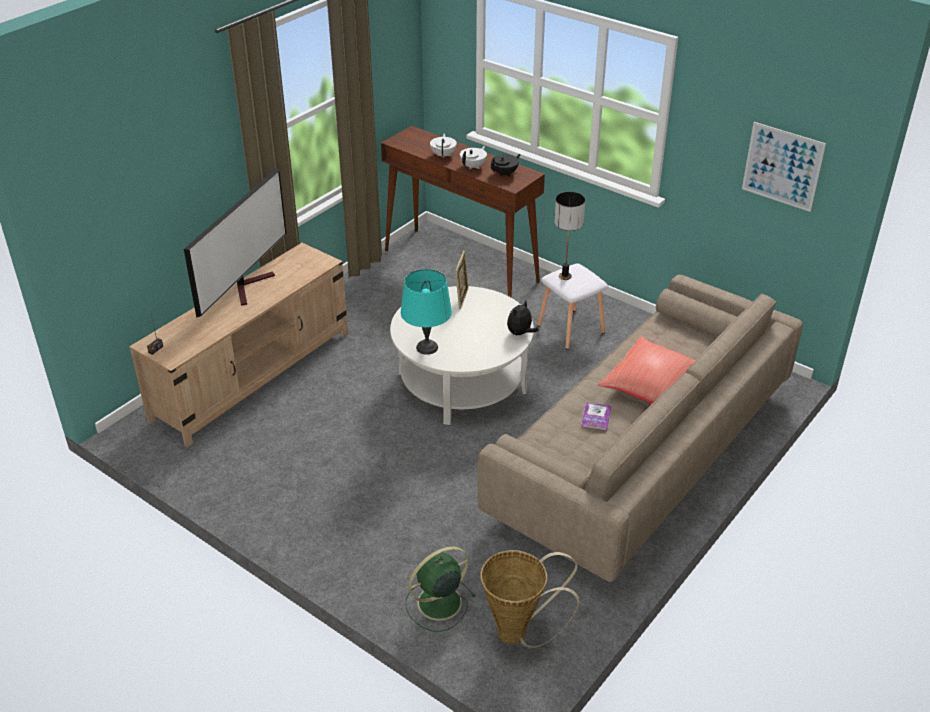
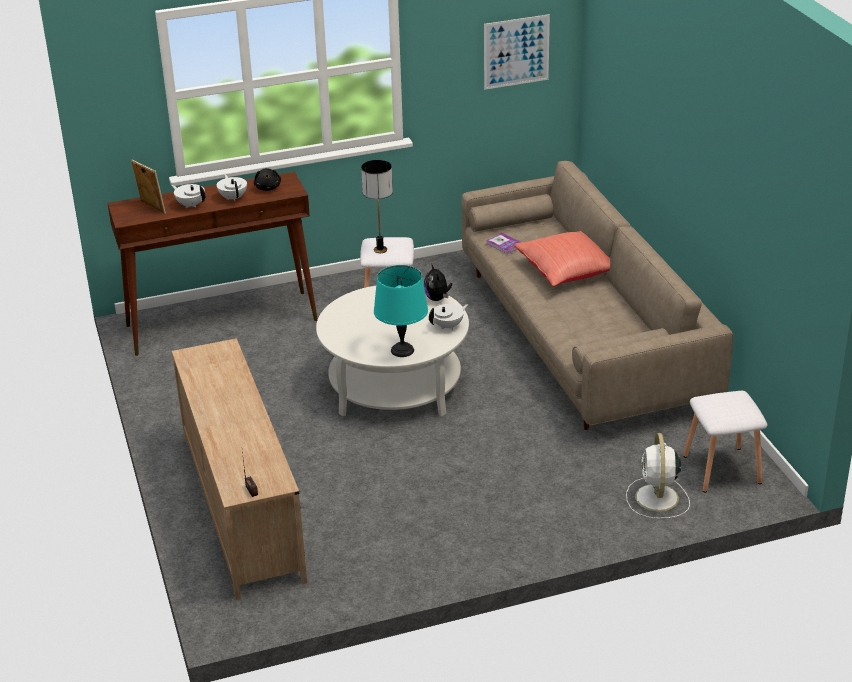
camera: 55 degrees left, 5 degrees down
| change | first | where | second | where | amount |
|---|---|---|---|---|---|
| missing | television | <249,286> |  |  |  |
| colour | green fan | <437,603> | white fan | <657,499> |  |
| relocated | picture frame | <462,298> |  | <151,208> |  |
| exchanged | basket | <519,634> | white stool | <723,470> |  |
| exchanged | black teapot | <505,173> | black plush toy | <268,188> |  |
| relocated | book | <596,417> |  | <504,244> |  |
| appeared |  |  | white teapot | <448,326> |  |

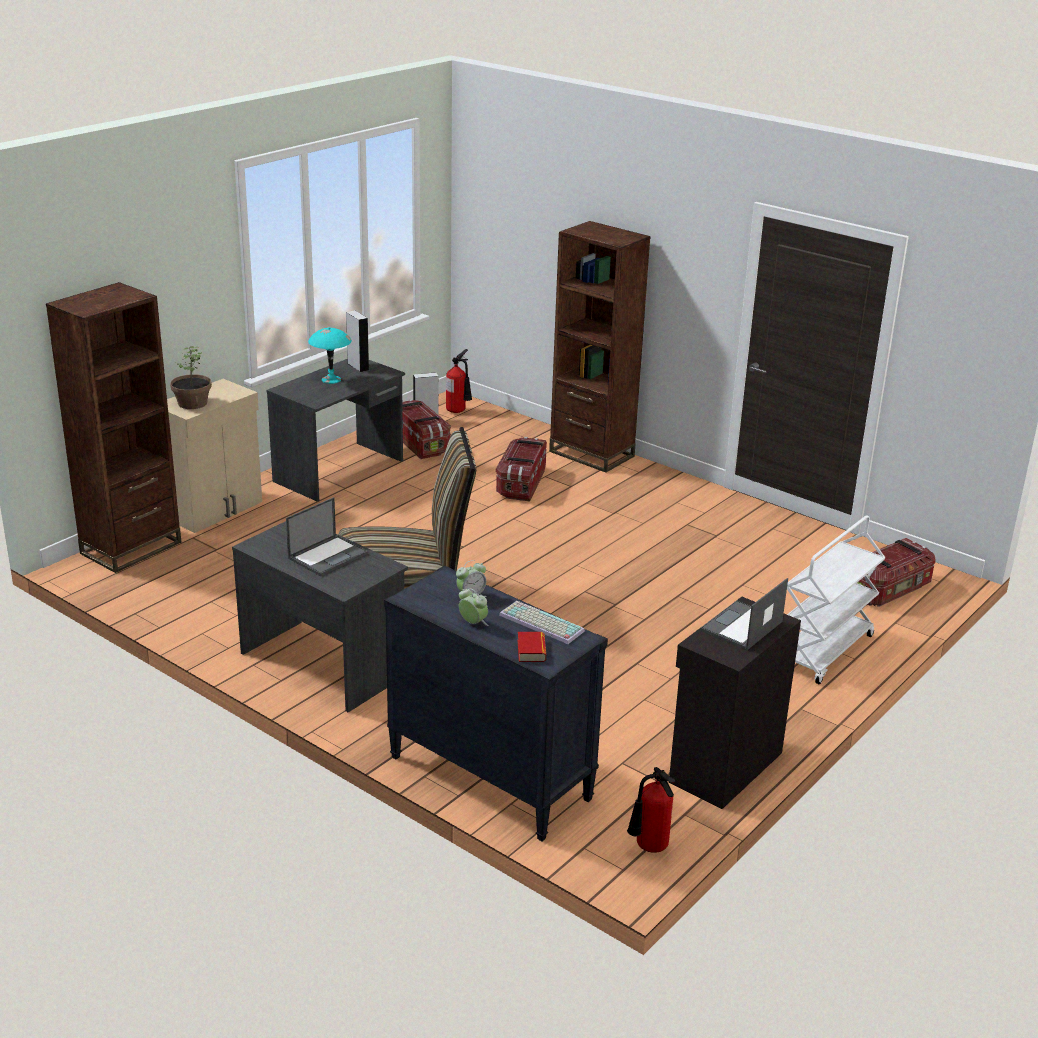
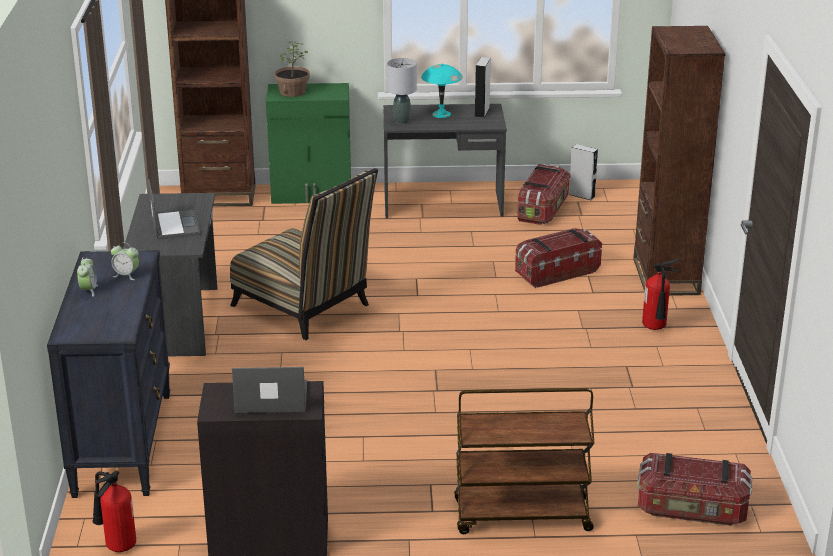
camera: 50 degrees right, 0 degrees up
| change | first | where | second | where | amount |
|---|---|---|---|---|---|
| colour | beige cabinet | <215,510> | green cabinet | <312,194> |  |
| spun | laptop | <328,555> |  | <175,225> | 105 degrees counterclockwise |
| relocated | fire extinguisher | <459,411> |  | <656,328> |  |
| missing | keyboard | <539,623> |  |  |  |
| missing | book | <531,651> |  |  |  |
| colour | white cart | <824,652> | brown cart | <521,516> |  |
| appeared |  |  | grey table lamp | <401,121> |  |

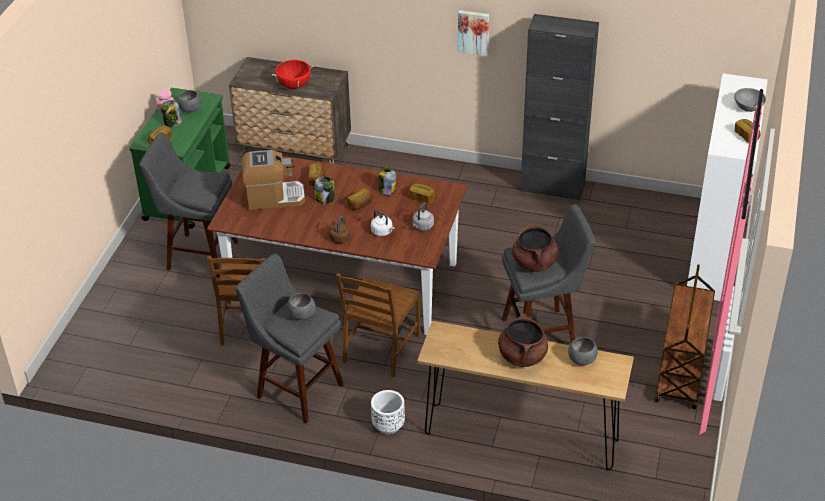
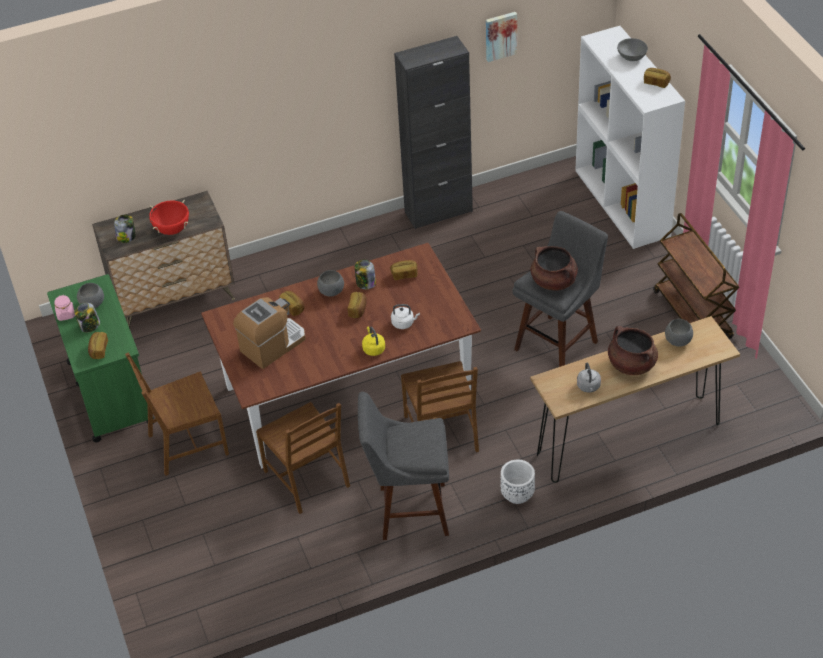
camera: 35 degrees left, 5 degrees up
| change | first | where | second | where | amount |
|---|---|---|---|---|---|
| exchanged | grey stool | <198,255> | brown chair | <187,444> |  |
| relocated | grey bowl | <301,315> |  | <331,291> |  |
| relocated | jar | <325,198> |  | <126,237> |  |
| colour | brown kettle | <340,237> | yellow kettle | <373,348> |  |
| relocated | grey kettle | <422,227> |  | <588,387> |  |
| relocated | picture | <473,32> |  | <500,35> |  |

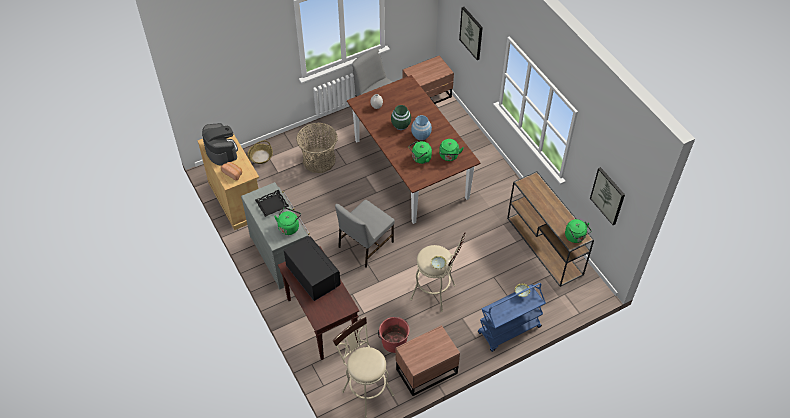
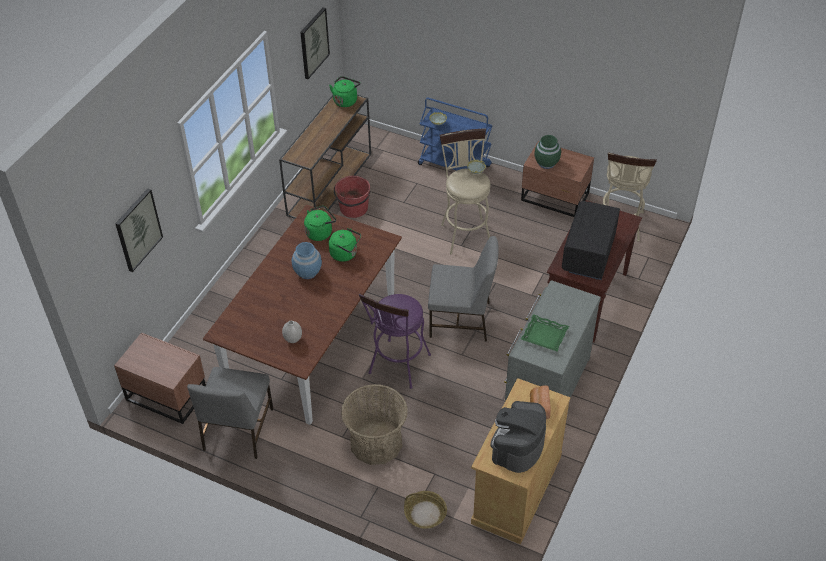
camera: 125 degrees left, 5 degrees down
| change | first | where | second | where | amount |
|---|---|---|---|---|---|
| colour | black tray | <272,205> | green tray | <544,336> |  |
| missing | green kettle | <289,227> |  |  |  |
| relocated | red bucket | <393,342> |  | <353,209> |  |
| relocated | green vase | <401,125> |  | <546,163> |  |
| appeared |  |  | purple stool | <397,368> |  |

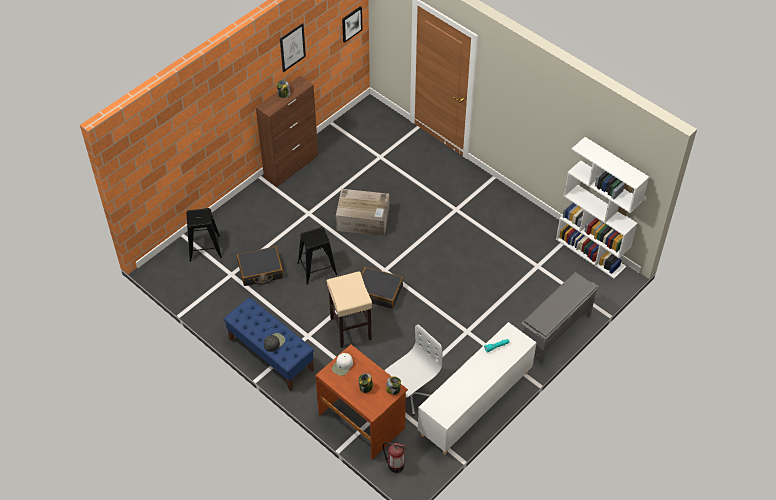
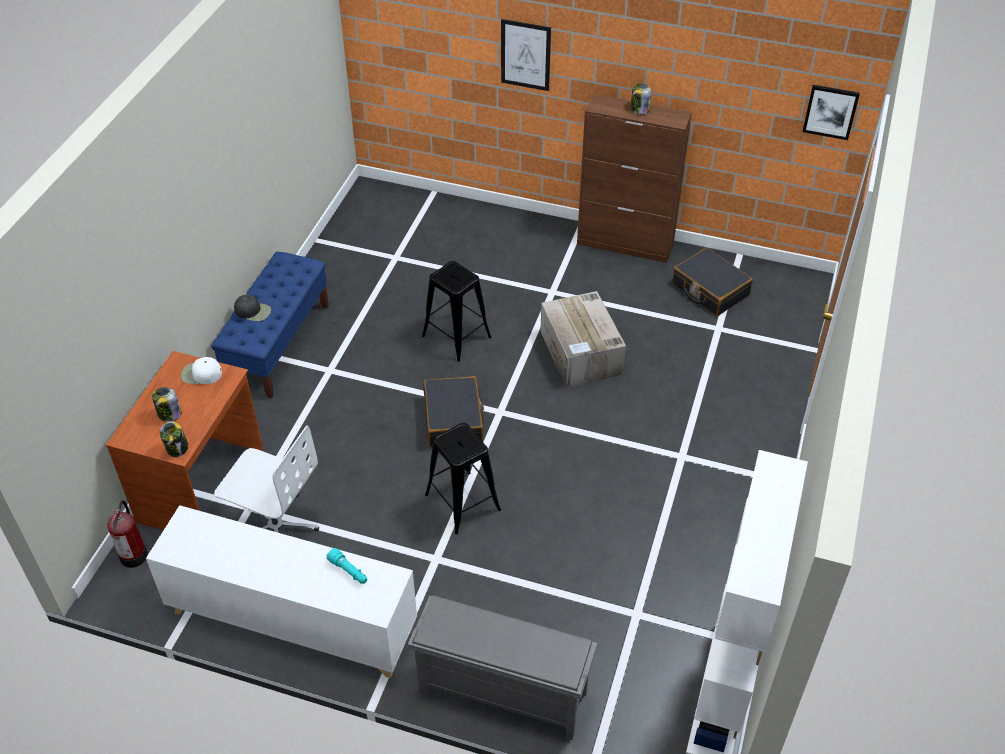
camera: 65 degrees right, 5 degrees down
| change | first | where | second | where | amount |
|---|---|---|---|---|---|
| relocated | black stool | <205,248> |  | <462,502> |  |
| relocated | black suitcase | <260,271> |  | <710,290> |  |
| relocated | picture | <292,47> |  | <525,55> |  |
| missing | beige stool | <350,328> |  |  |  |

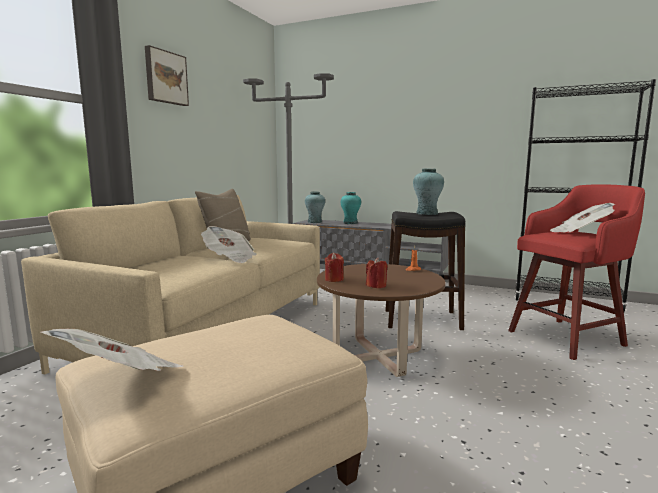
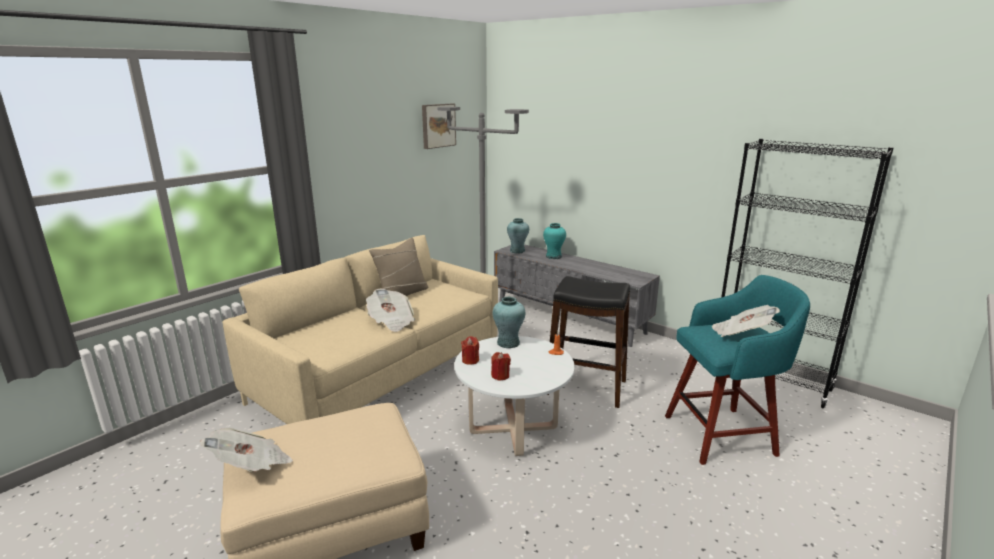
camera: 15 degrees right, 10 degrees up
| change | first | where | second | where | amount |
|---|---|---|---|---|---|
| relocated | picture | <165,77> |  | <437,125> |  |
| colour | brown coffee table | <378,356> | white coffee table | <513,429> |  |
| relocated | turquoise vase | <426,213> |  | <508,343> |  |
| colour | red stool | <568,338> | turquoise stool | <722,435> |  |

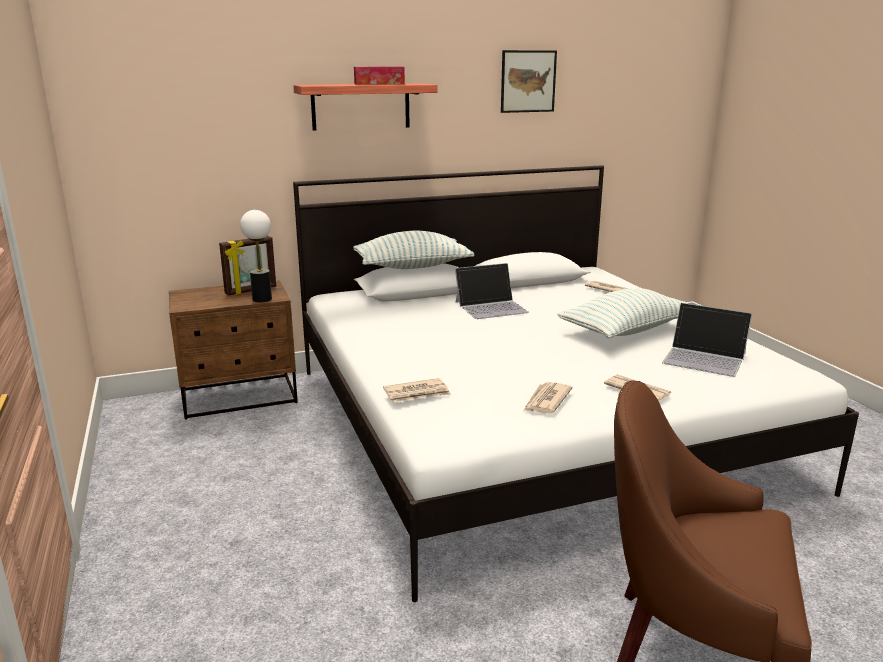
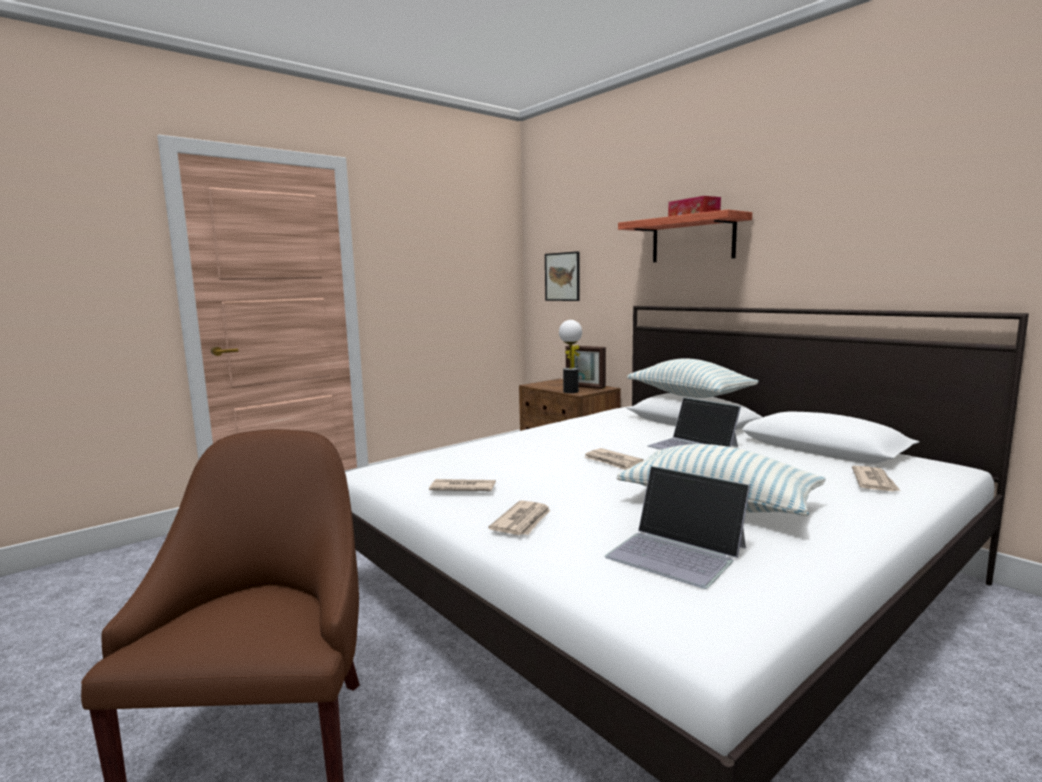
camera: 70 degrees right, 10 degrees down
| change | first | where | second | where | amount |
|---|---|---|---|---|---|
| relocated | newspaper | <417,393> |  | <613,462> |  |
| relocated | picture | <528,81> |  | <562,276> |  |
| spun | laptop | <705,358> |  | <677,552> | 60 degrees counterclockwise |

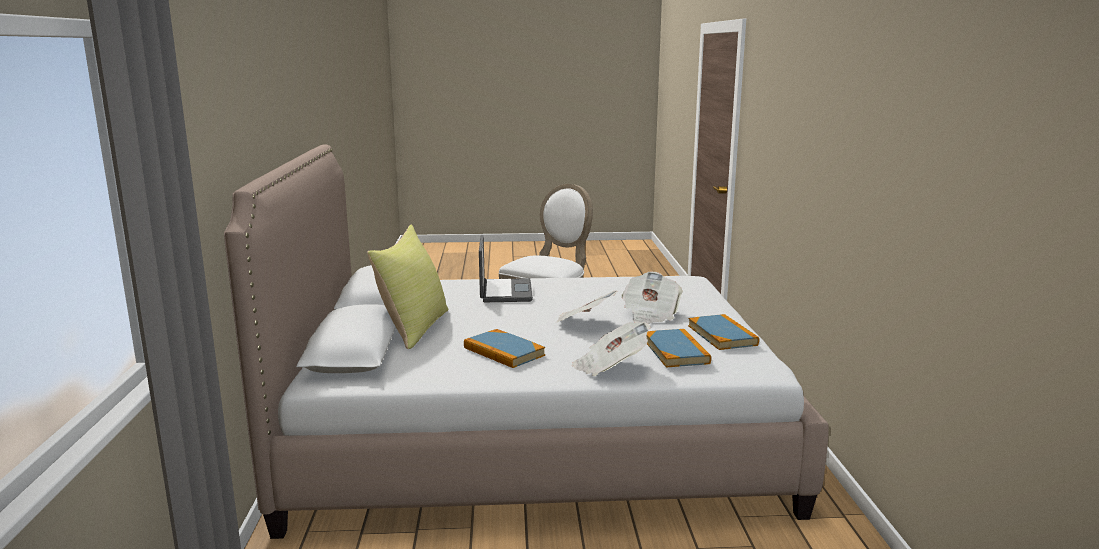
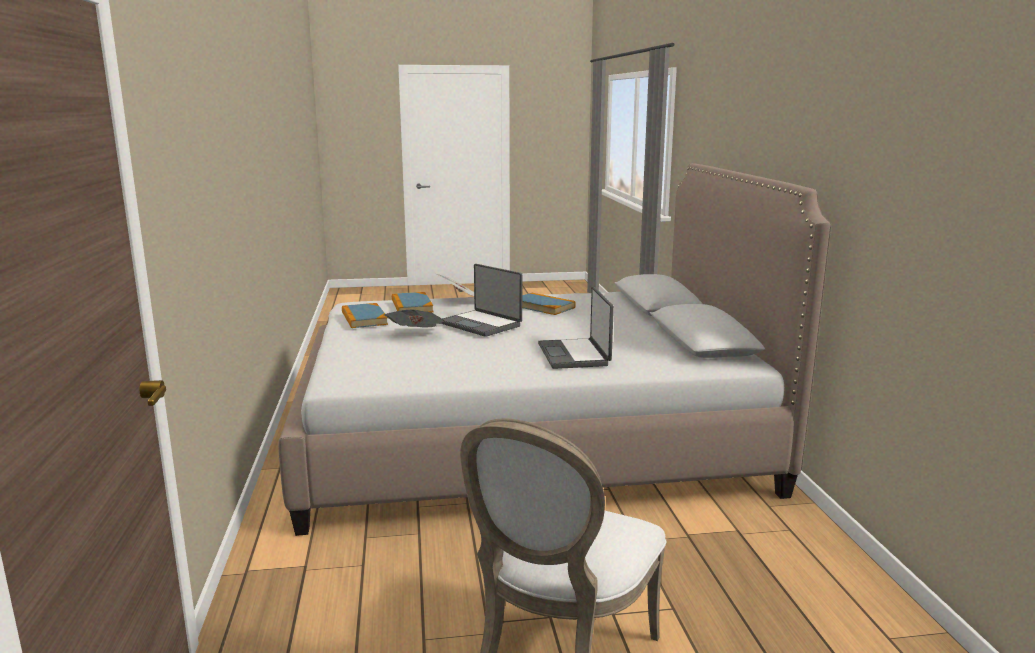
camera: 175 degrees right, 0 degrees up
| change | first | where | second | where | amount |
|---|---|---|---|---|---|
| missing | yellow pillow | <414,328> |  |  |  |
| exchanged | newspaper | <584,323> | laptop | <481,324> |  |

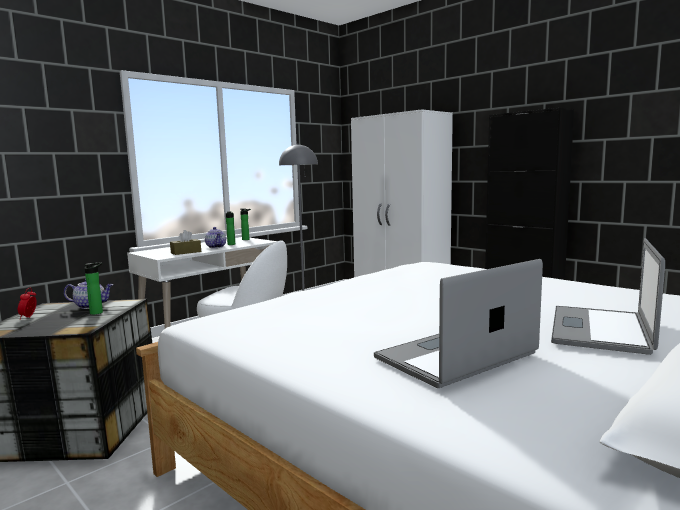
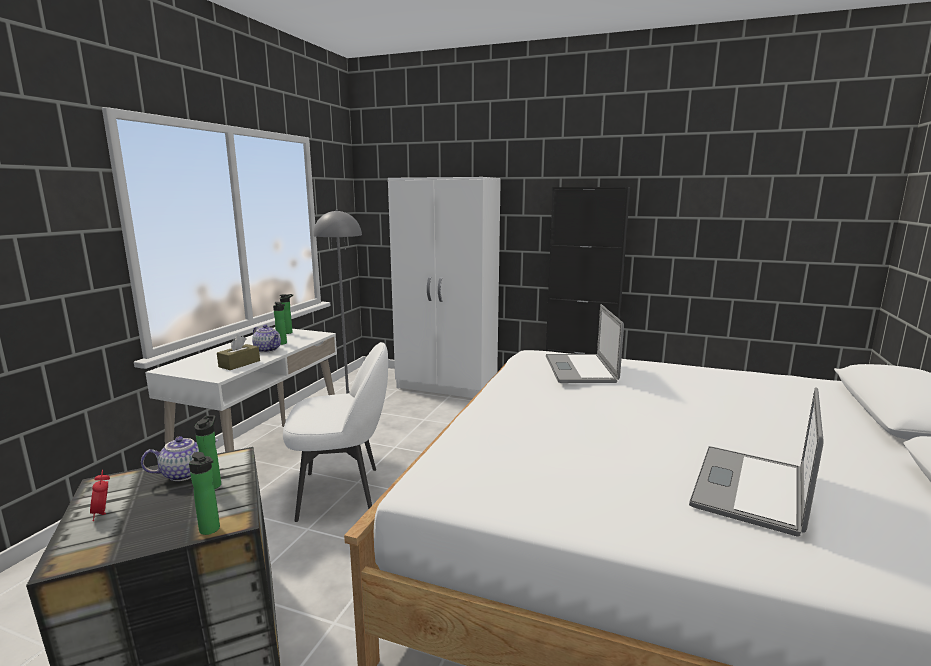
camera: 25 degrees left, 5 degrees up
| change | first | where | second | where | amount |
|---|---|---|---|---|---|
| relocated | laptop | <599,329> |  | <580,369> |  |
| appeared |  |  | bottle | <211,530> |  |

